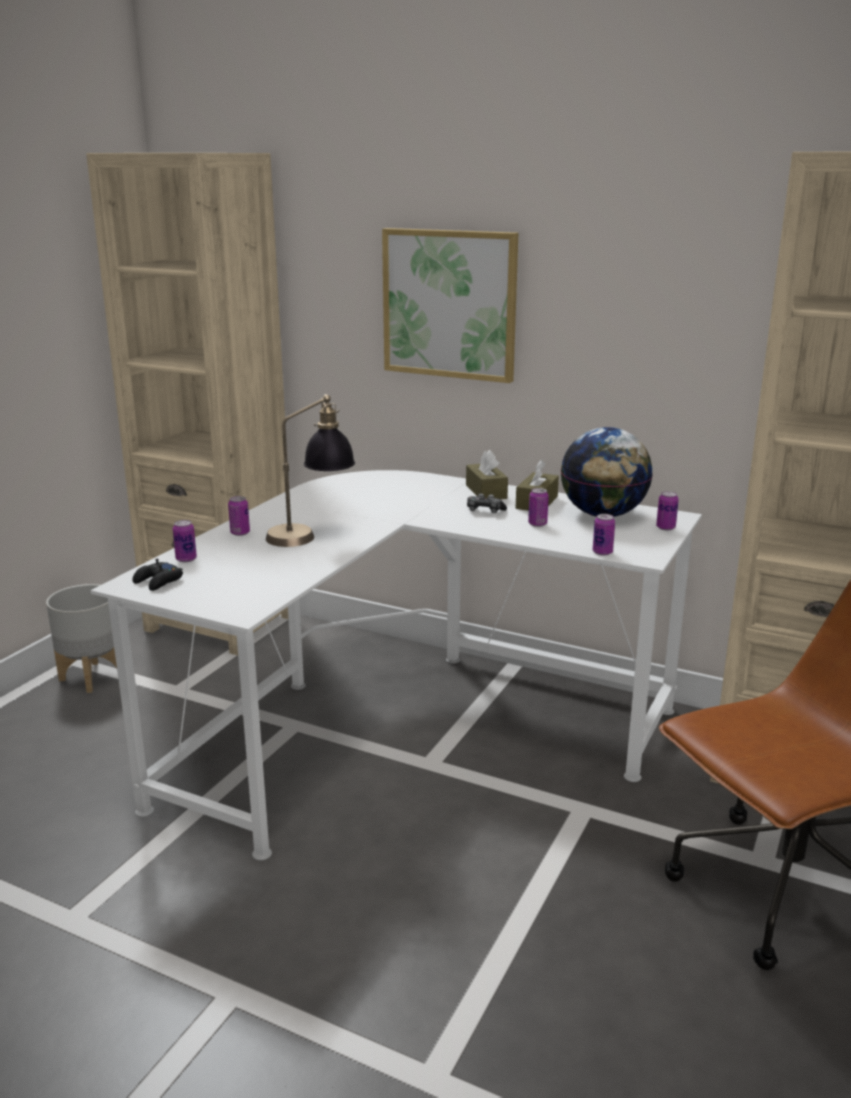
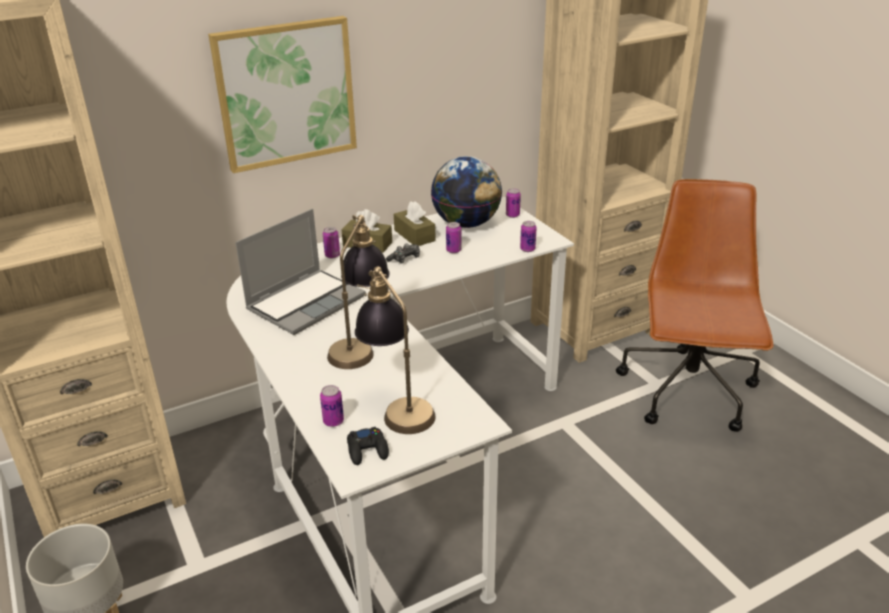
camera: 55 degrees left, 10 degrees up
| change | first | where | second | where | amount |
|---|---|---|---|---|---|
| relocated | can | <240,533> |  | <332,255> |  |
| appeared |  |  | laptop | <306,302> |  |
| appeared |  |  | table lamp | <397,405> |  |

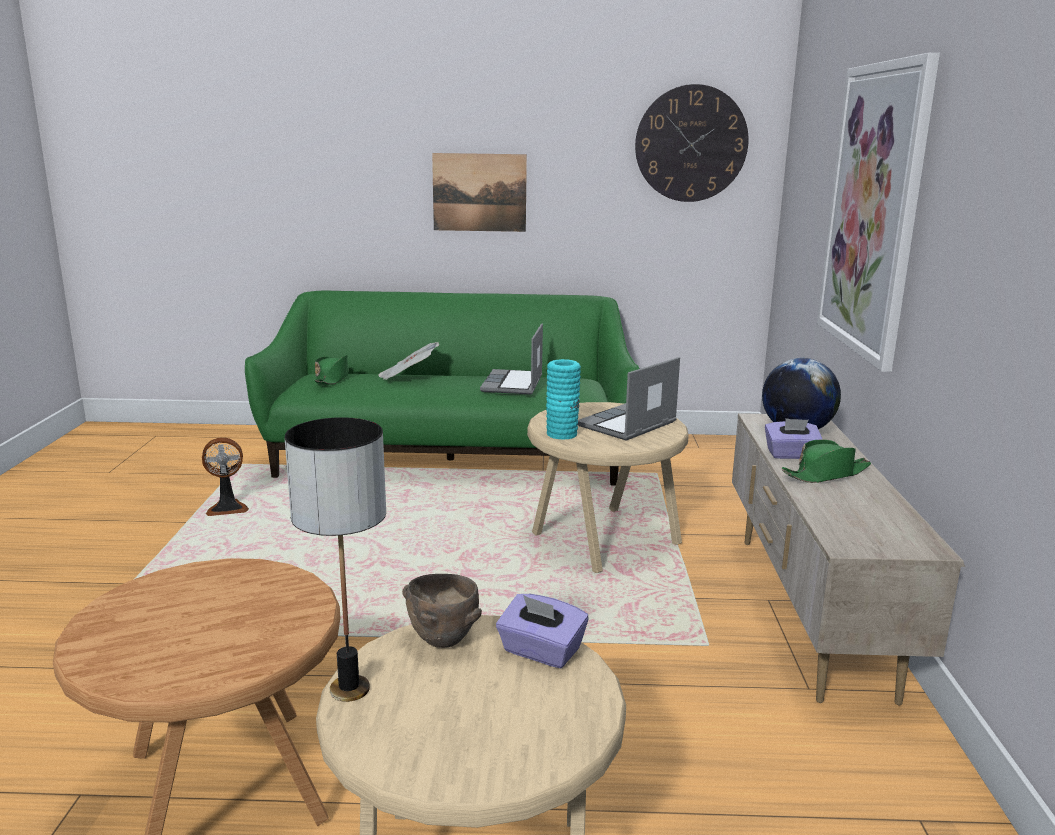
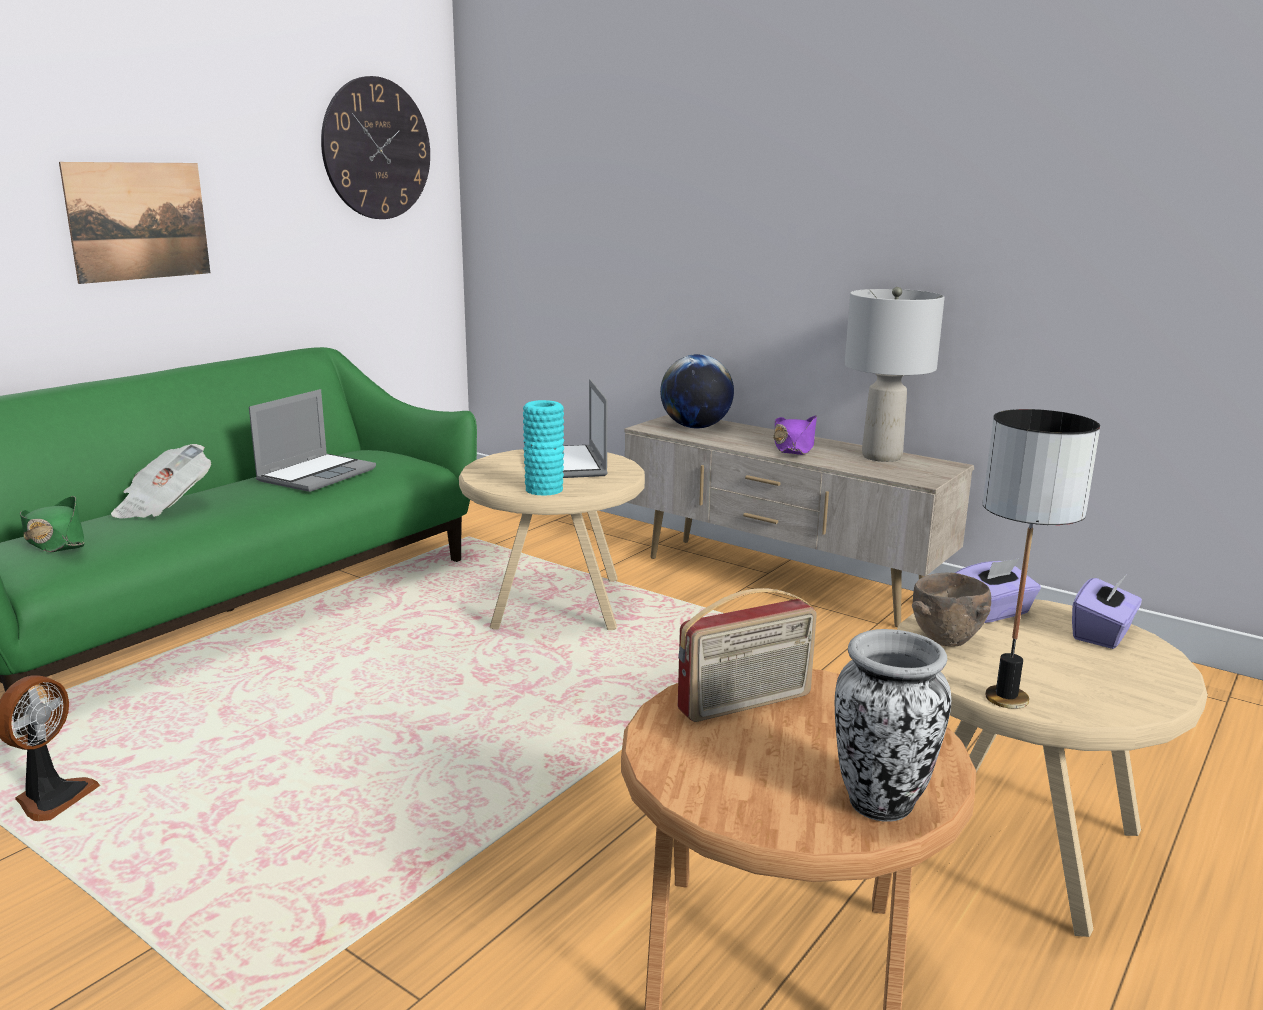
camera: 55 degrees left, 0 degrees up
| change | first | where | second | where | amount |
|---|---|---|---|---|---|
| spun | laptop | <513,384> |  | <317,474> | 105 degrees counterclockwise |
| relocated | purple tissue box | <791,455> |  | <1102,634> |  |
| colour | green hat | <826,474> | purple hat | <794,447> |  |
| missing | picture | <874,210> |  |  |  |
| appeared |  |  | radio | <746,704> |  |
| appeared |  |  | vase | <882,803> |  |
| appeared |  |  | grey table lamp | <881,456> |  |

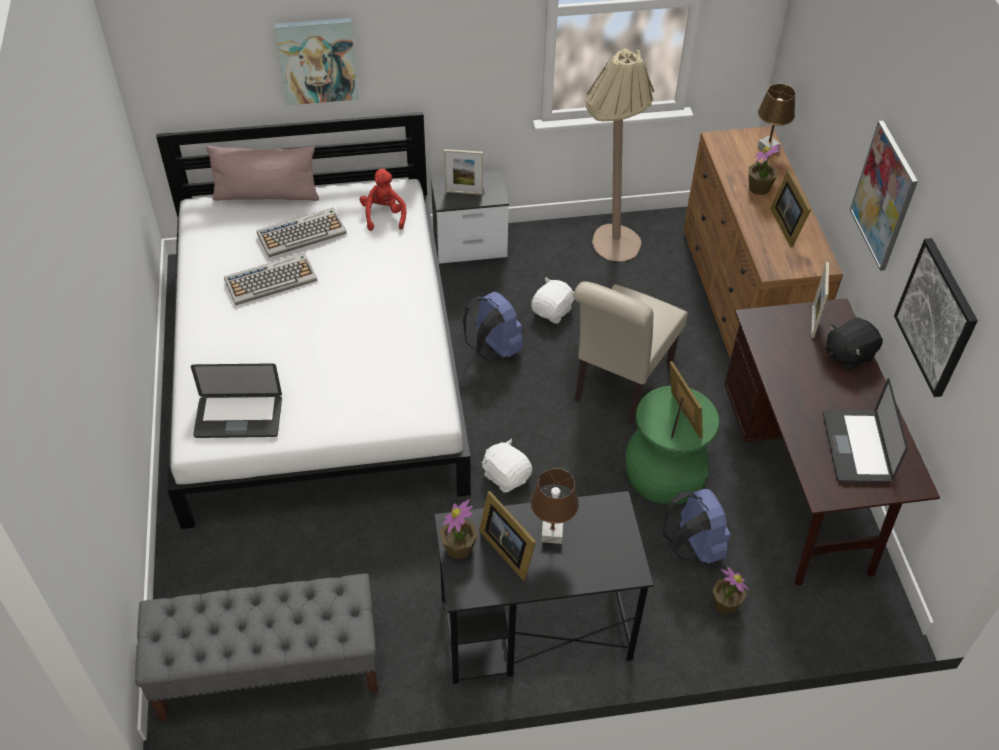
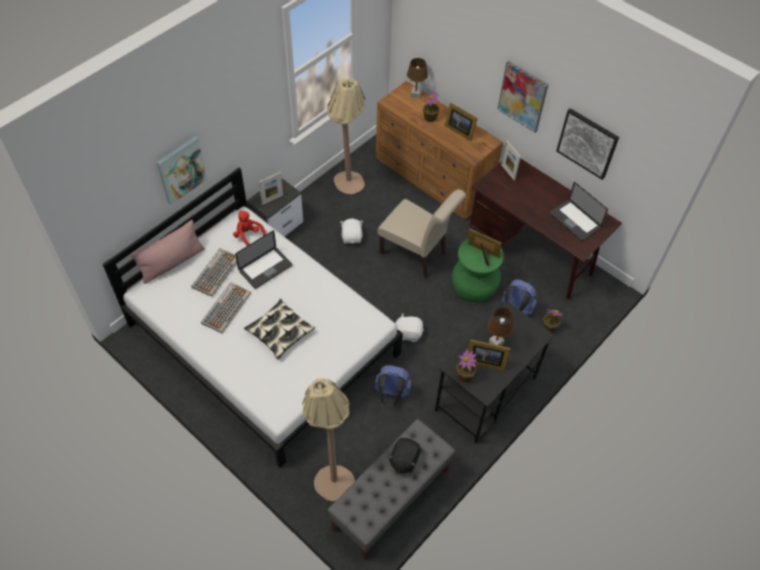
camera: 40 degrees left, 5 degrees up
| change | first | where | second | where | amount |
|---|---|---|---|---|---|
| relocated | laptop | <238,417> |  | <265,268> |  |
| relocated | blue backpack | <493,349> |  | <391,395> |  |
| spun | beige chair | <619,385> |  | <416,255> | 45 degrees counterclockwise |
| relocated | black plush toy | <848,355> |  | <404,460> |  |
| appeared |  |  | pillow | <280,332> |  |
| appeared |  |  | beige floor lamp | <331,474> |  |

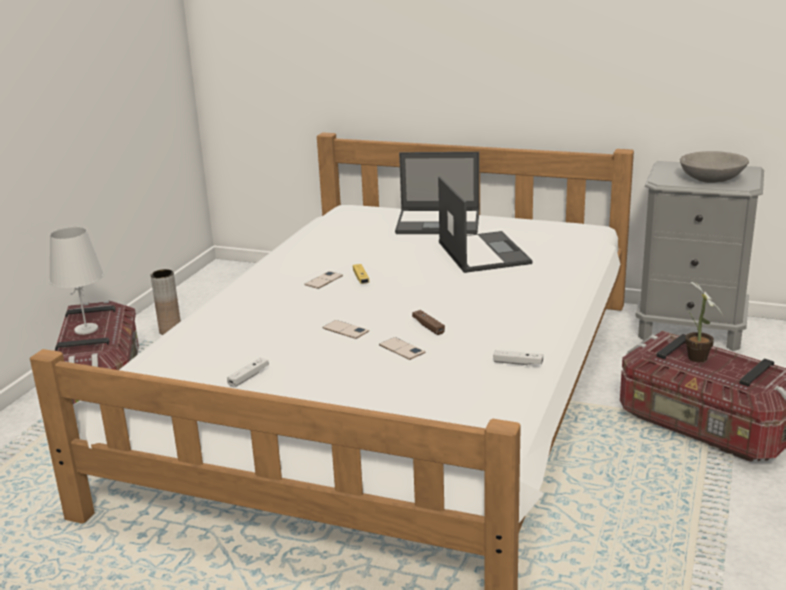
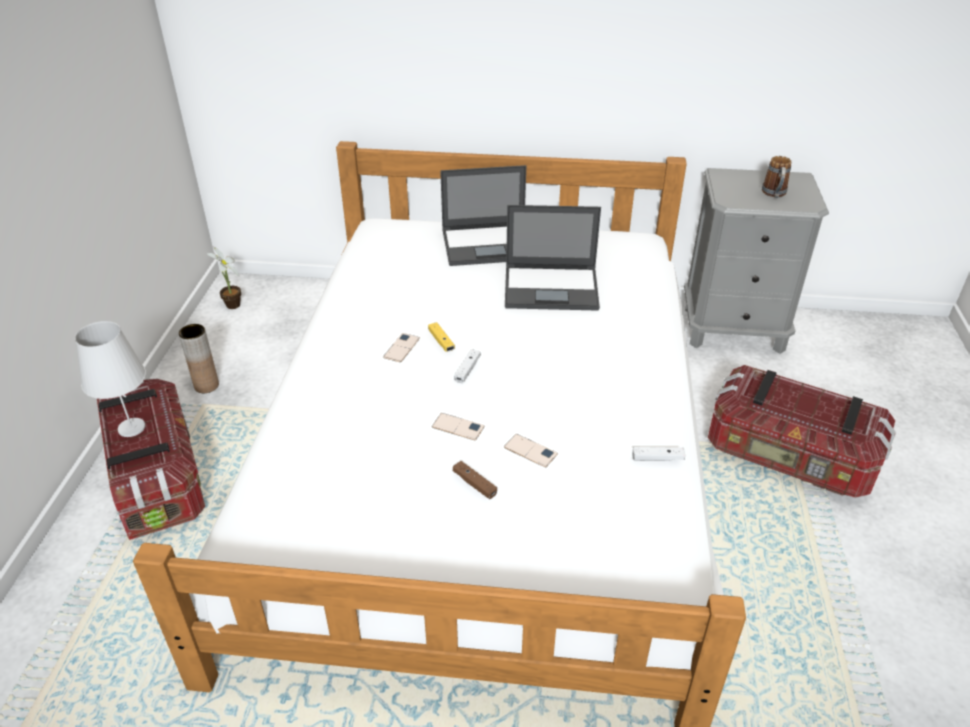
camera: 15 degrees left, 15 degrees up
| change | first | where | second | where | amount |
|---|---|---|---|---|---|
| relocated | white game controller | <248,377> |  | <467,370> |  |
| relocated | brown game controller | <428,327> |  | <474,484> |  |
| spun | laptop | <482,252> |  | <552,288> | 120 degrees clockwise |
| exchanged | grey bowl | <711,178> | mug | <774,194> |  |
| relocated | potted plant | <697,359> |  | <232,306> |  |

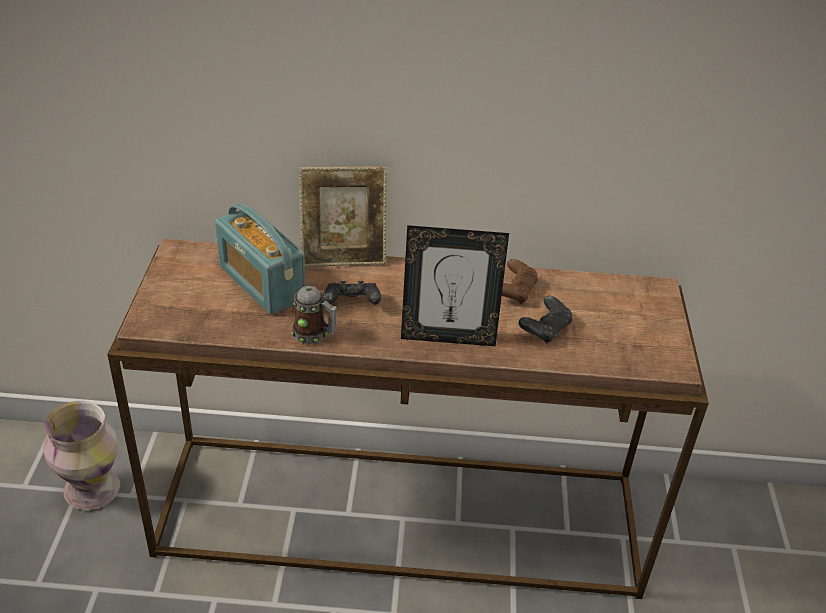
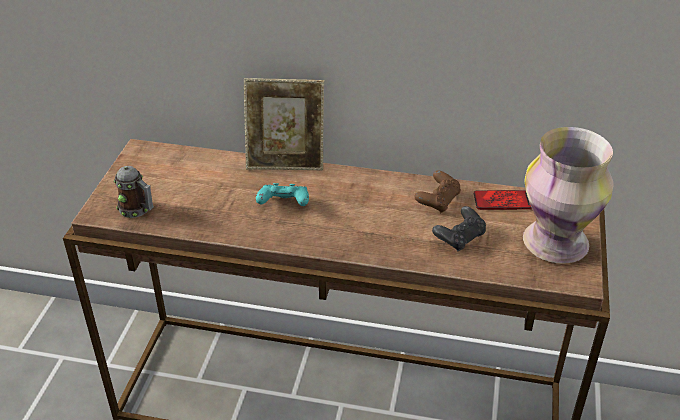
camera: 10 degrees right, 0 degrees up
| change | first | where | second | where | amount |
|---|---|---|---|---|---|
| relocated | vase | <93,490> |  | <557,243> |  |
| missing | radio | <261,283> |  |  |  |
| relocated | mug | <314,334> |  | <137,210> |  |
| colour | black game controller | <351,304> | turquoise game controller | <284,204> |  |
| missing | picture frame | <448,337> |  |  |  |
| appeared |  |  | phone | <502,201> |  |

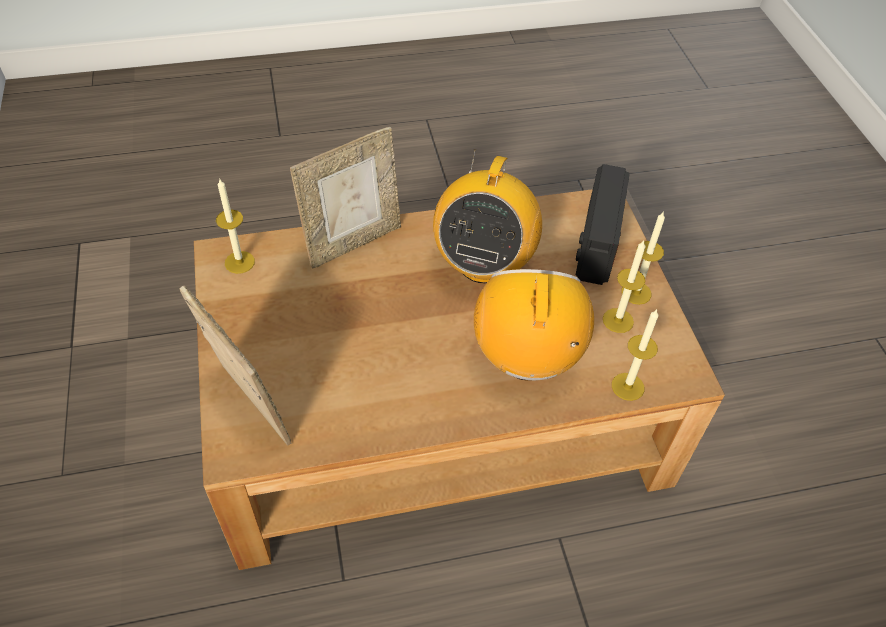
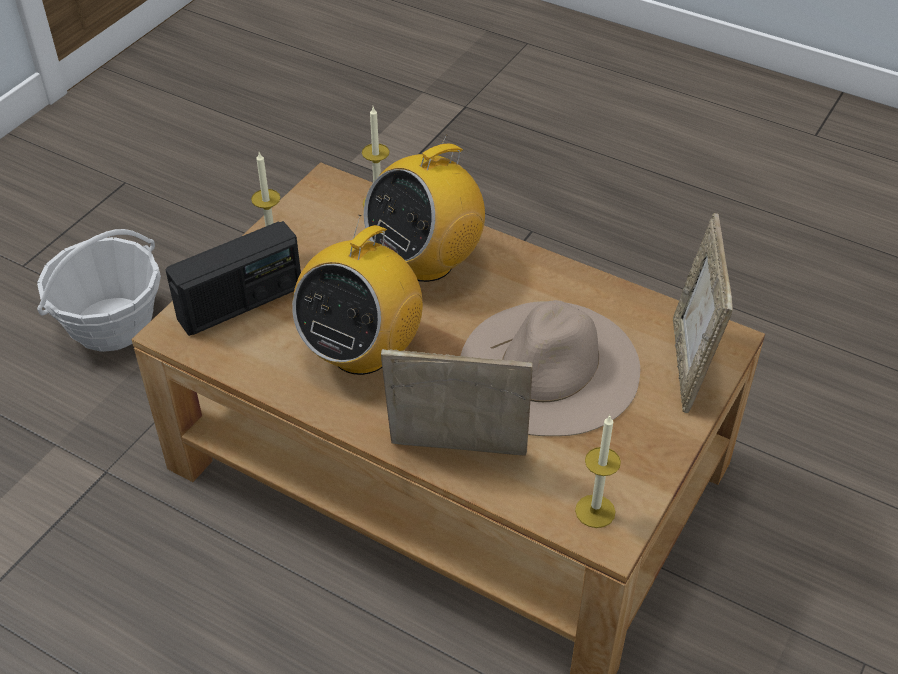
camera: 135 degrees left, 5 degrees down
| change | first | where | second | where | amount |
|---|---|---|---|---|---|
| spun | radio | <483,264> |  | <361,351> | 150 degrees clockwise |
| missing | candle | <618,320> |  |  |  |
| appeared |  |  | basket | <112,324> |  |
| appeared |  |  | beige hat | <549,367> |  |

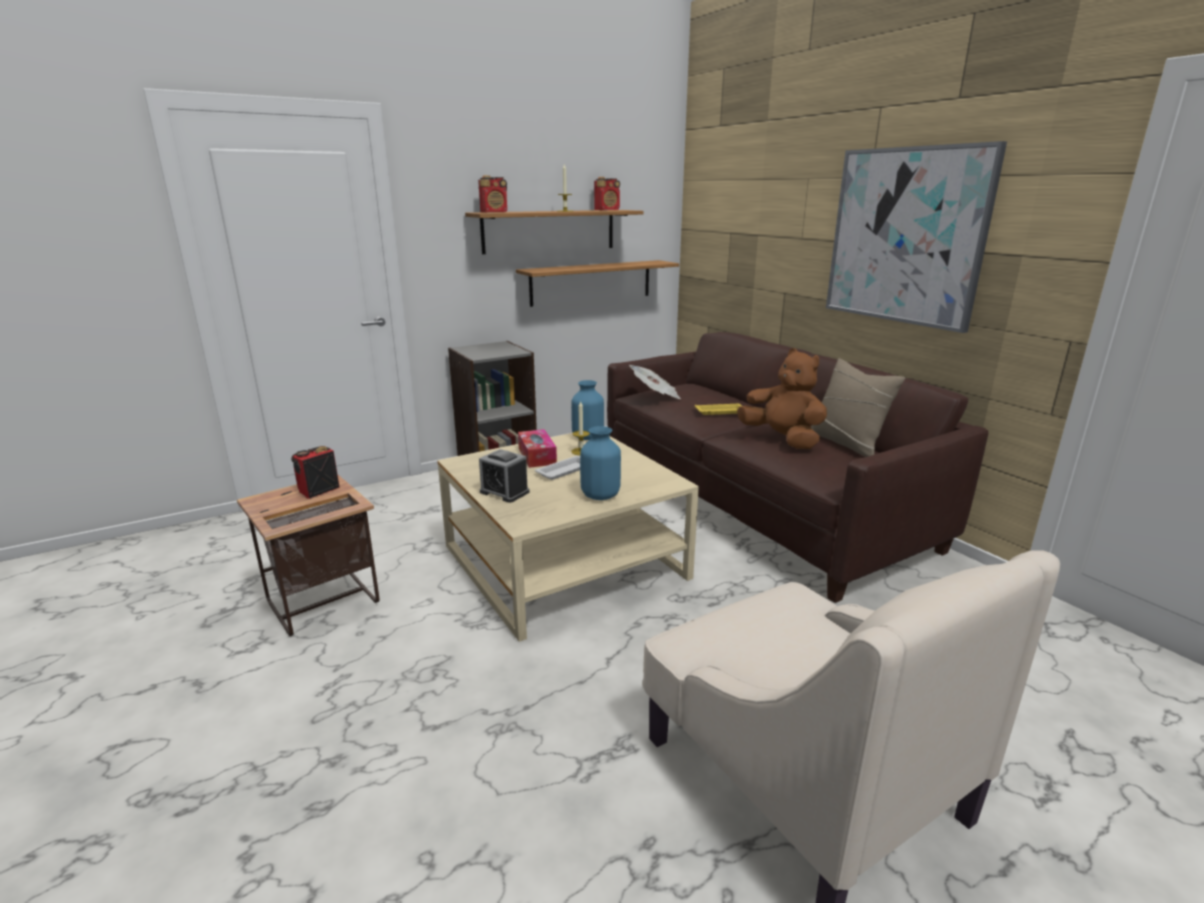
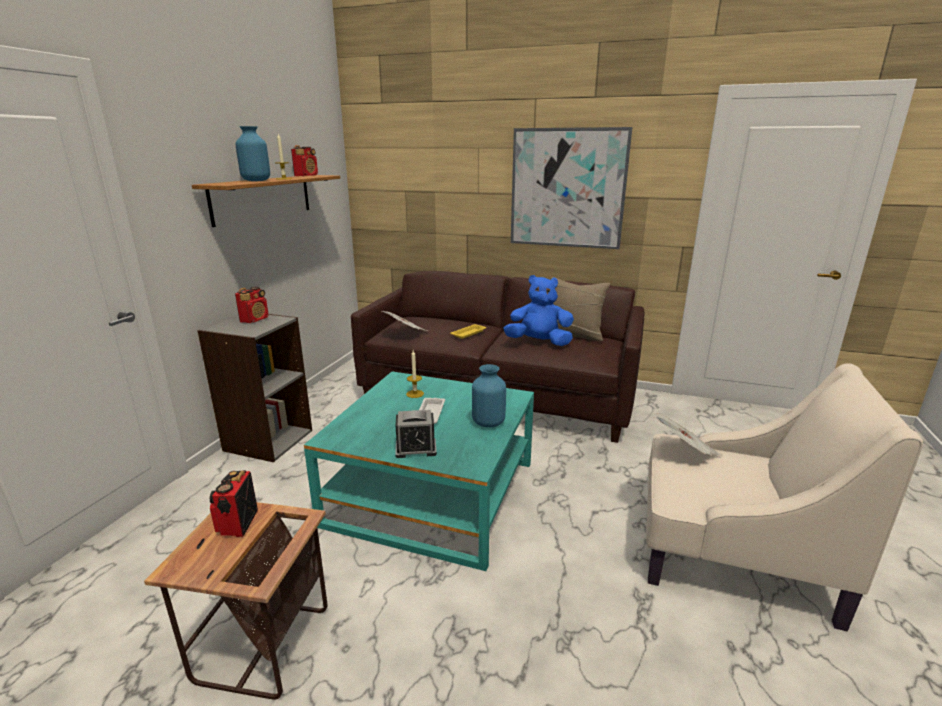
camera: 40 degrees left, 0 degrees up
| change | first | where | second | where | amount |
|---|---|---|---|---|---|
| colour | beige coffee table | <564,561> | turquoise coffee table | <432,492> |  |
| relocated | radio | <494,212> |  | <255,319> |  |
| missing | shelf | <591,282> |  |  |  |
| missing | tissue box | <537,456> |  |  |  |
| relocated | blue vase | <587,437> |  | <256,180> |  |
| colour | brown plush toy | <782,439> | blue plush toy | <539,342> |  |
| appeared |  |  | newspaper | <684,451> |  |

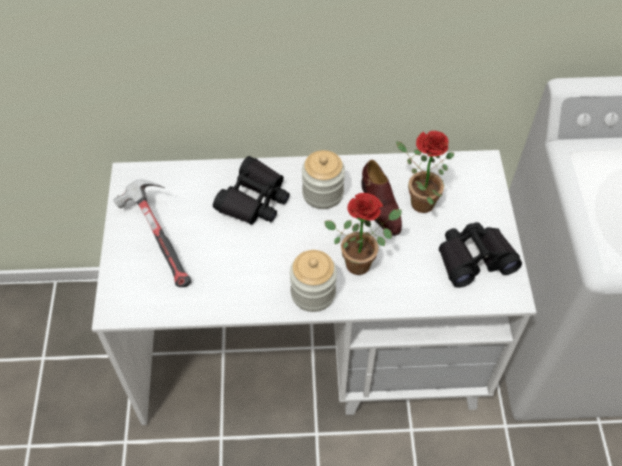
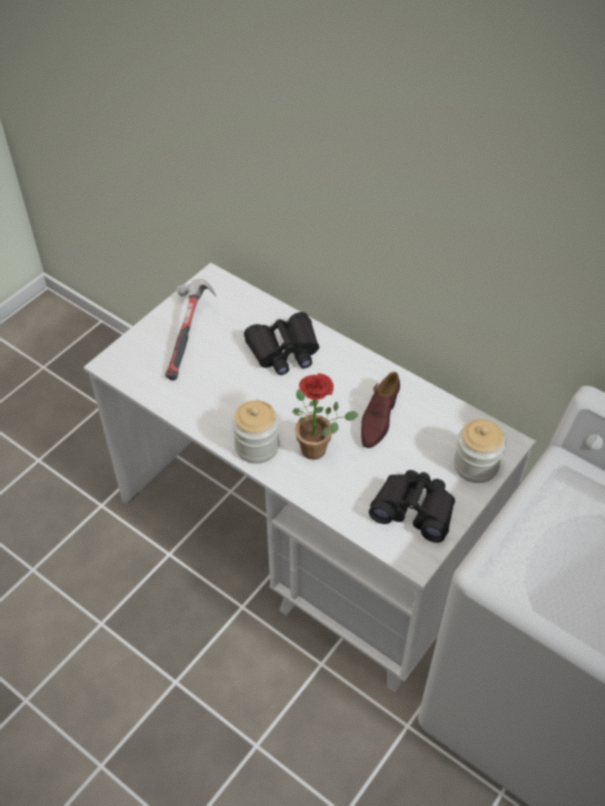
camera: 40 degrees right, 5 degrees down
| change | first | where | second | where | amount |
|---|---|---|---|---|---|
| relocated | jar | <322,193> |  | <475,465> |  |
| missing | potted plant | <417,202> |  |  |  |

